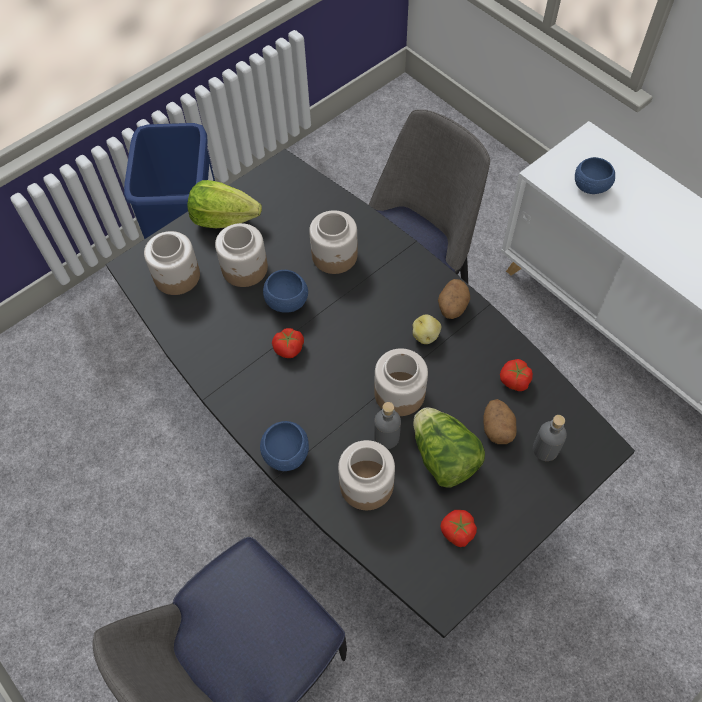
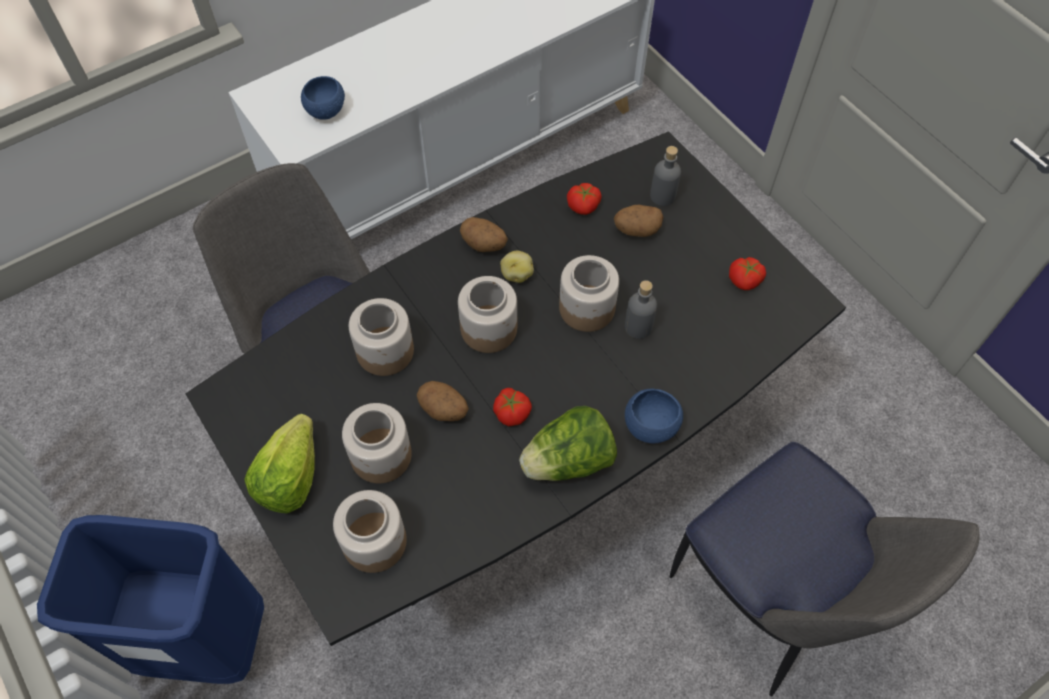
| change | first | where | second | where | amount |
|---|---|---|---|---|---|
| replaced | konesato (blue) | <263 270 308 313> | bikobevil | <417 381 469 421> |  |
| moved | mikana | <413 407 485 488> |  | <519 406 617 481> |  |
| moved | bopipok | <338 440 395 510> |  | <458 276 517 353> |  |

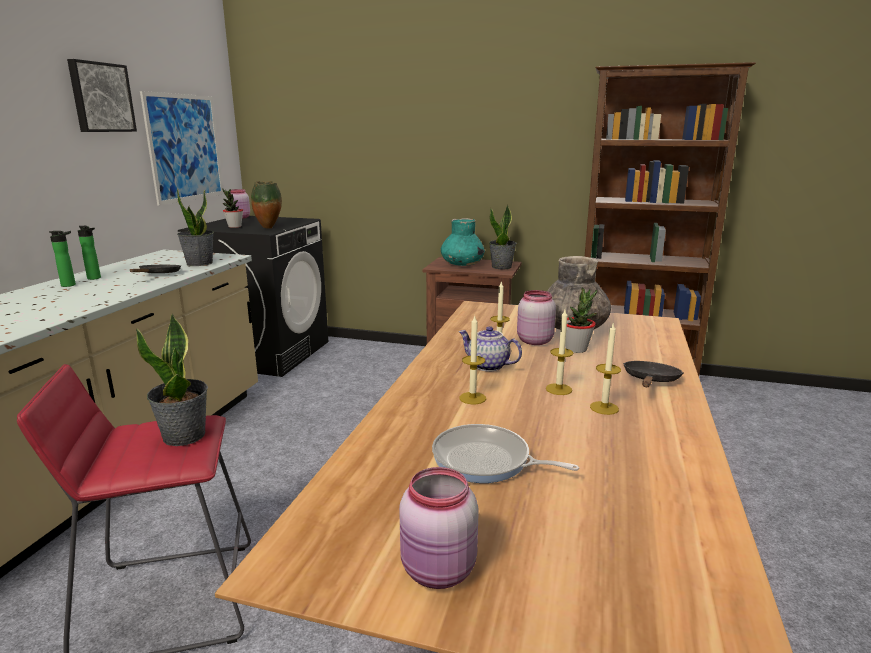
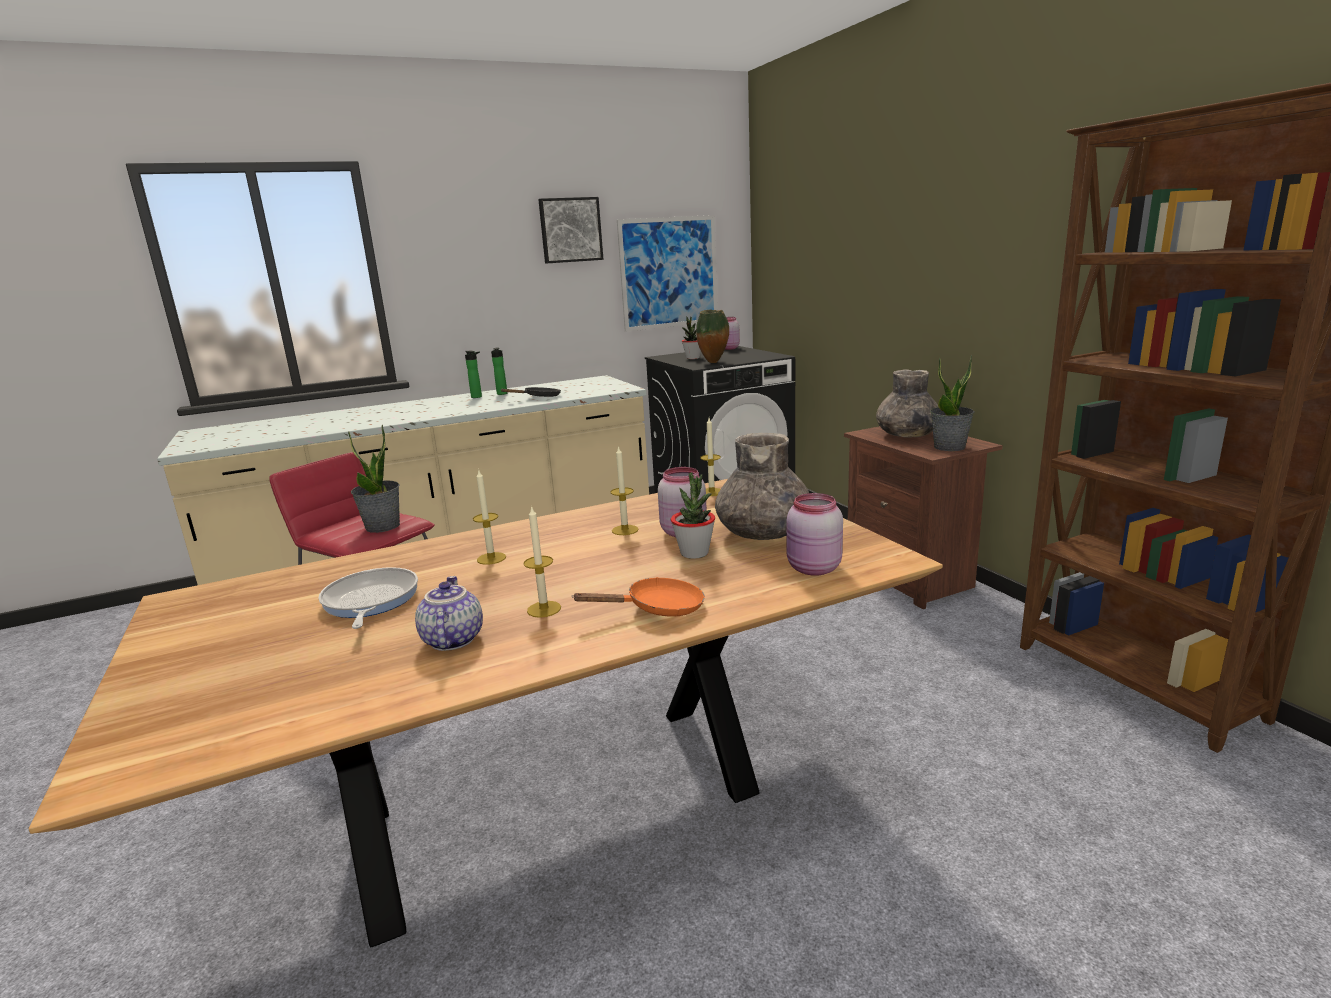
| change | first | where | second | where | amount |
|---|---|---|---|---|---|
| removed | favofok | <177 188 214 266> |  |  |  |
| recoloured | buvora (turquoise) | <441 218 485 266> | buvora (grey) | <876 370 938 438> |  |
| moved | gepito | <546 310 573 395> |  | <700 418 721 496> |  |
| moved | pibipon | <458 326 522 371> |  | <415 576 483 651> |  |
| recoloured | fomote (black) | <623 361 683 387> | fomote (orange) | <572 577 705 617> |  |
| moved | bopipok (pink) | <399 467 479 589> |  | <786 493 843 576> |  |

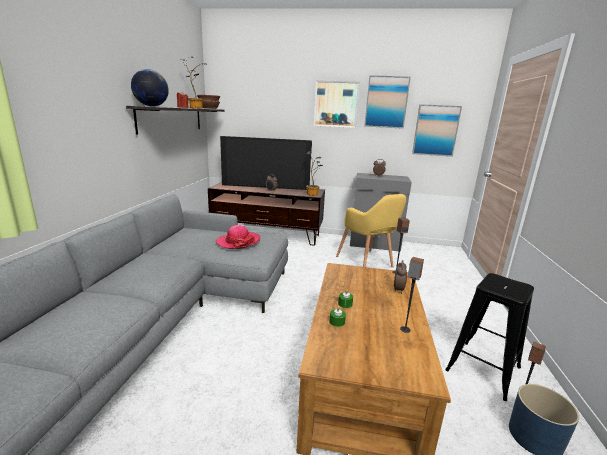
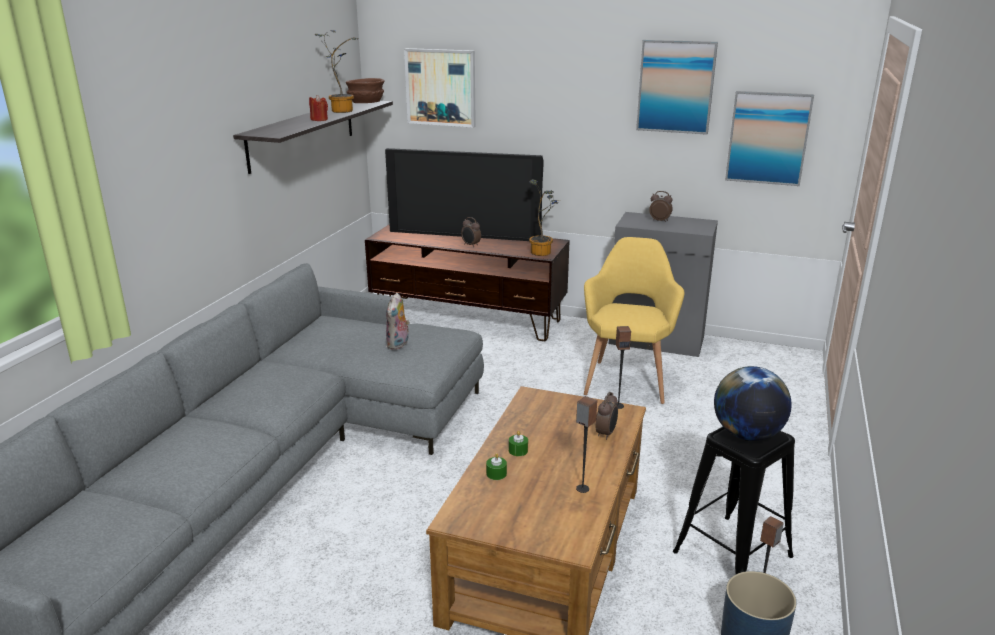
| change | first | where | second | where | amount |
|---|---|---|---|---|---|
| moved | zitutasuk | <131 69 169 107> |  | <714 366 792 441> |  |
| moved | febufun | <314 80 360 128> |  | <404 48 476 128> |  |
| turned | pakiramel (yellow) | <336 194 406 268> |  | <584 237 685 404> | 150 degrees counterclockwise |
| replaced | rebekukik | <216 225 260 249> | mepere | <386 293 410 350> |  |

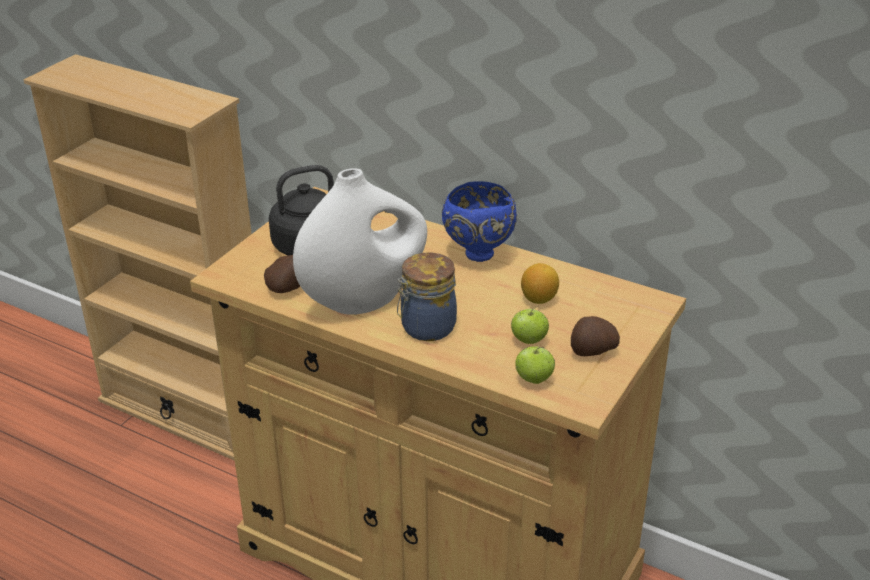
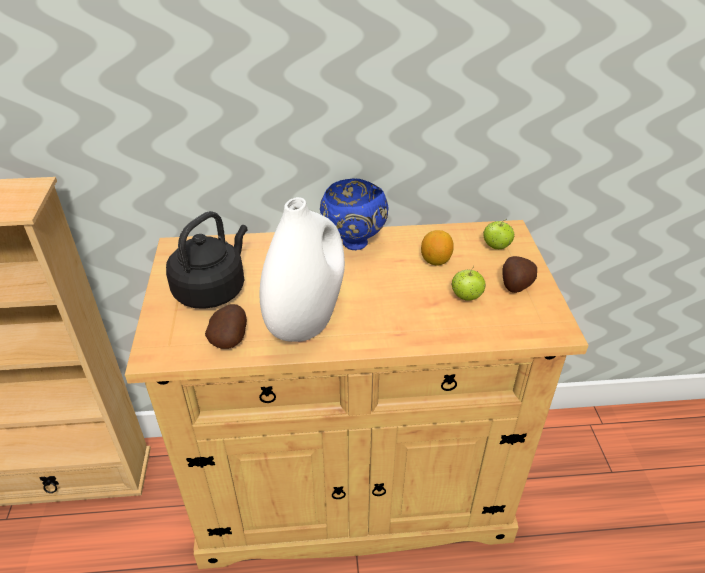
| change | first | where | second | where | amount |
|---|---|---|---|---|---|
| removed | bopipok | <397 252 457 341> |  |  |  |
| moved | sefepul | <515 346 555 384> |  | <483 219 514 249> |  |

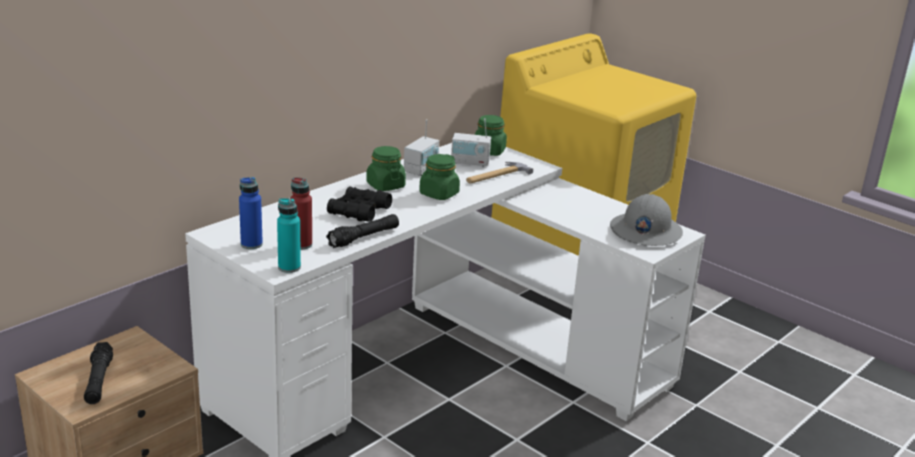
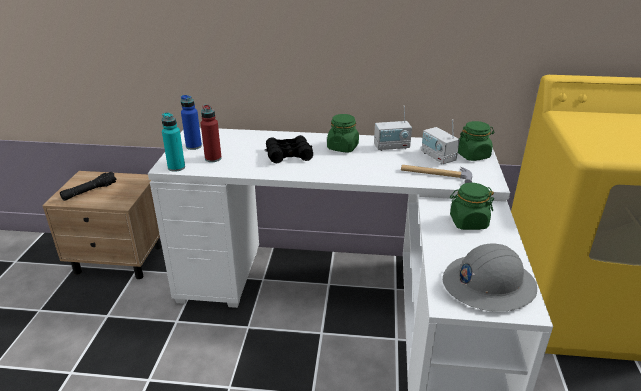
| change | first | where | second | where | amount |
|---|---|---|---|---|---|
| moved | bopipok (green) | <419 154 460 200> |  | <450 183 494 230> |  |
| removed | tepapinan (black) | <326 214 399 248> |  |  |  |

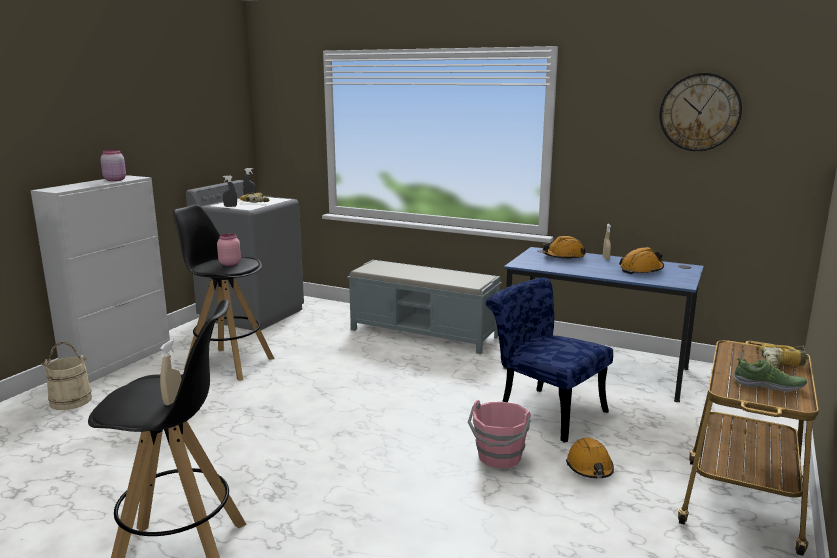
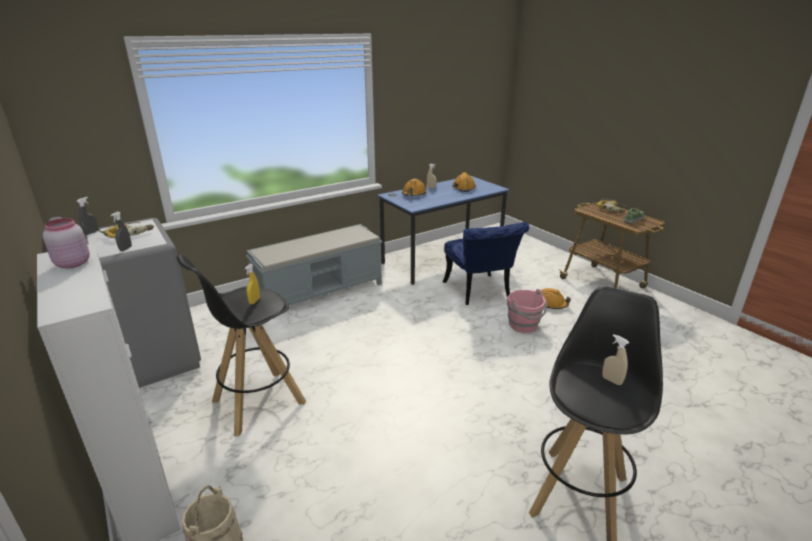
| change | first | where | second | where | amount |
|---|---|---|---|---|---|
| removed | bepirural | <659 73 742 151> |  |  |  |
| replaced | bopipok (pink) | <217 234 241 266> | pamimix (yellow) | <245 264 260 304> |  |
| turned | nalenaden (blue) | <486 277 613 443> |  | <443 222 529 305> | 90 degrees counterclockwise |

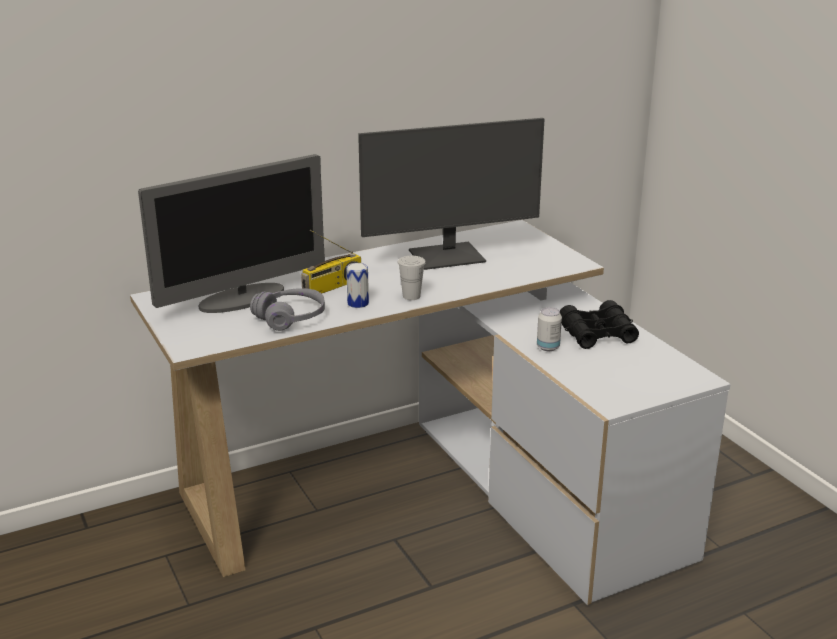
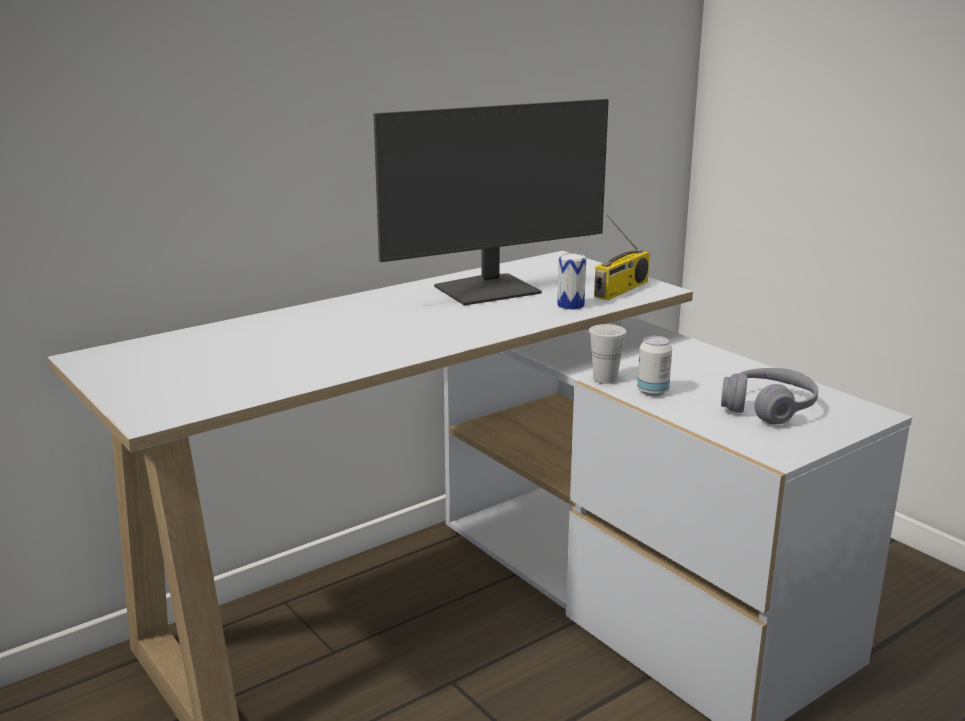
| change | first | where | second | where | amount |
|---|---|---|---|---|---|
| removed | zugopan | <138 154 325 313> |  |  |  |
| moved | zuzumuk | <301 230 361 294> |  | <594 214 650 300> |  |
| moved | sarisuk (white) | <398 256 426 300> |  | <589 324 627 384> |  |
| moved | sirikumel | <346 263 369 308> |  | <558 253 586 310> |  |
| moved | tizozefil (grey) | <250 288 325 331> |  | <721 368 818 424> |  |
| removed | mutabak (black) | <560 300 639 349> |  |  |  |

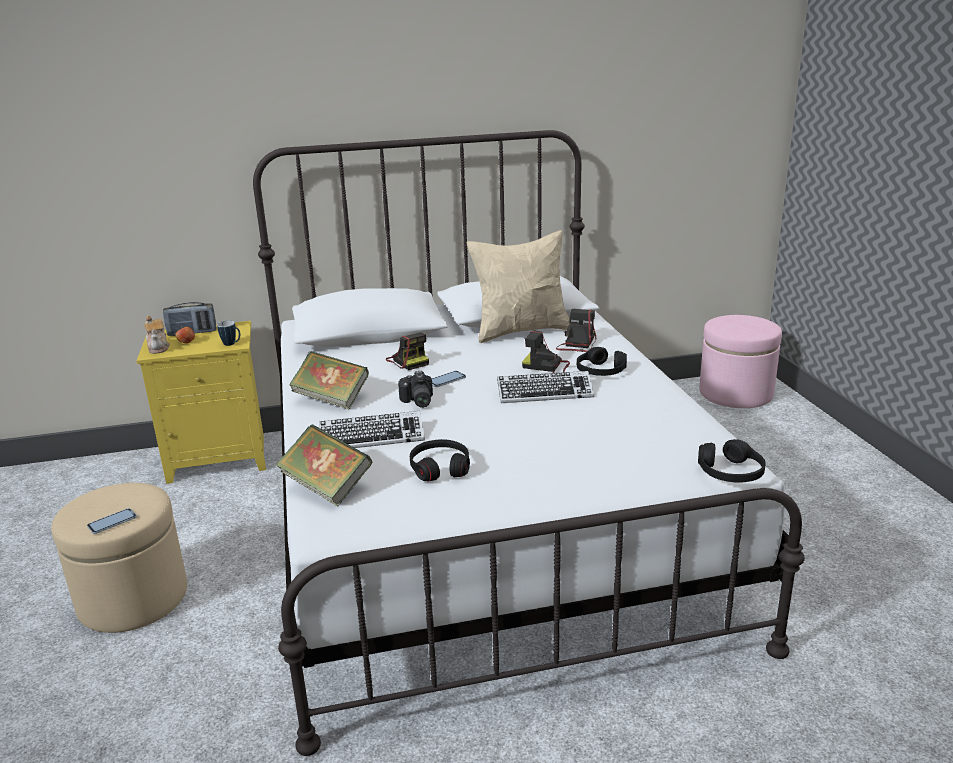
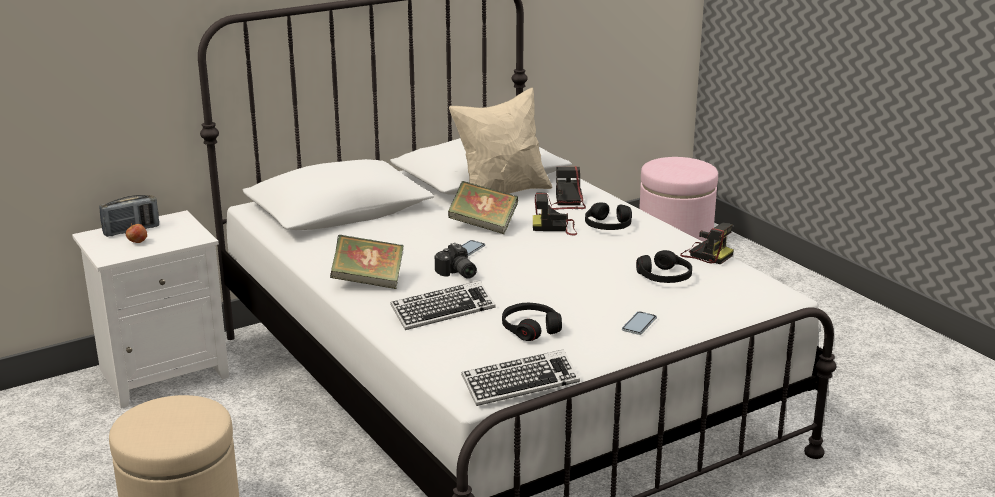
| change | first | where | second | where | amount |
|---|---|---|---|---|---|
| removed | pibipon | <145 315 170 354> |  |  |  |
| recoloured | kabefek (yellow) | <137 321 266 484> | kabefek (white) | <72 210 229 408> |  |
| removed | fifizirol | <217 321 240 346> |  |  |  |
| moved | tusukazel | <386 332 429 370> |  | <680 223 734 264> |  |
| moved | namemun | <497 371 594 403> |  | <461 349 580 406> |  |
| moved | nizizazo | <276 425 372 507> |  | <448 181 518 234> |  |
| moved | tizozefil (black) | <698 439 766 483> |  | <636 250 692 283> |  |
| moved | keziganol | <87 508 137 534> |  | <622 311 657 335> |  |

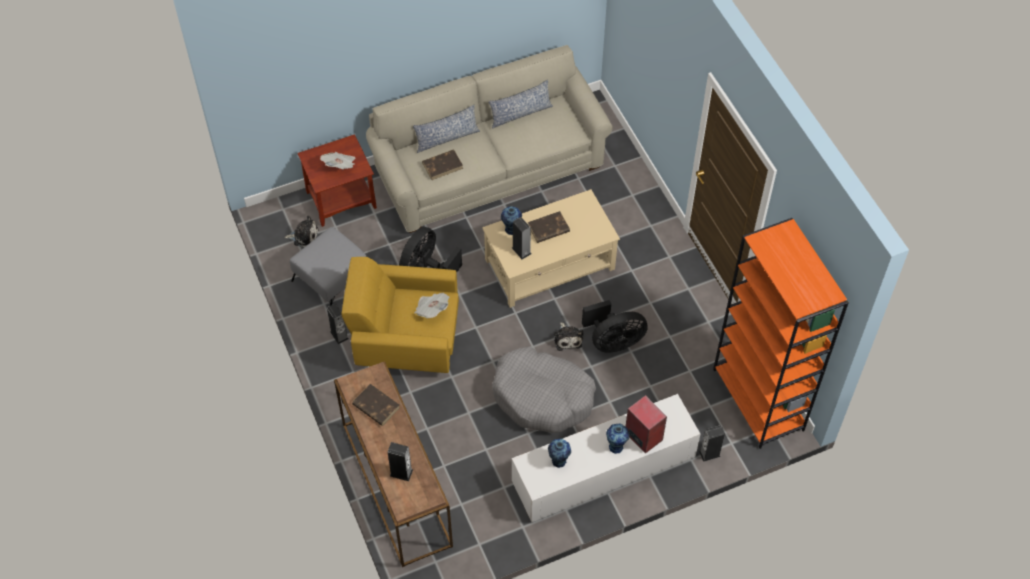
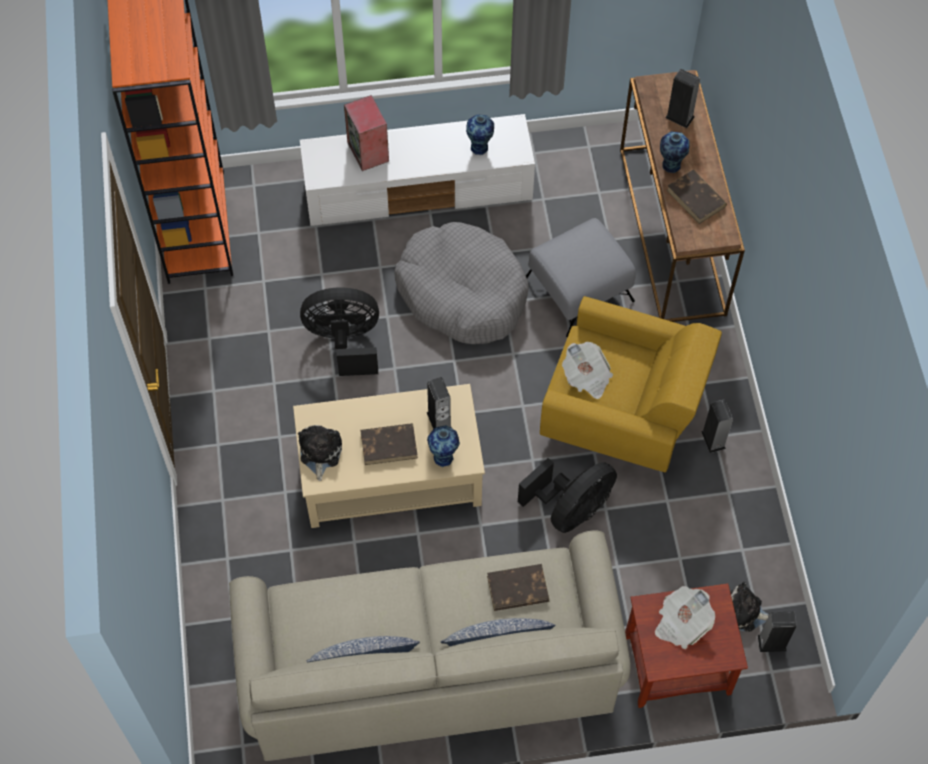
| change | first | where | second | where | amount |
|---|---|---|---|---|---|
| moved | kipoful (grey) | <290 227 367 306> |  | <526 218 636 337> |  |
| moved | mepere | <554 322 583 351> |  | <298 425 342 481> |  |
| moved | buvora | <606 423 629 454> |  | <660 132 689 173> |  |
| moved | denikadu | <699 425 725 462> |  | <758 612 797 652> |  |

